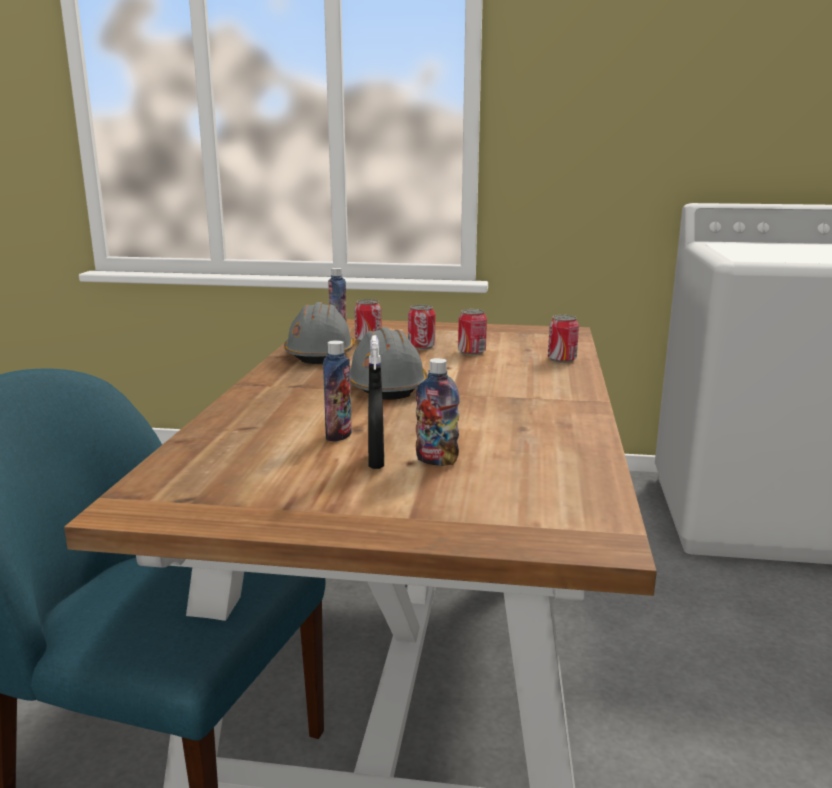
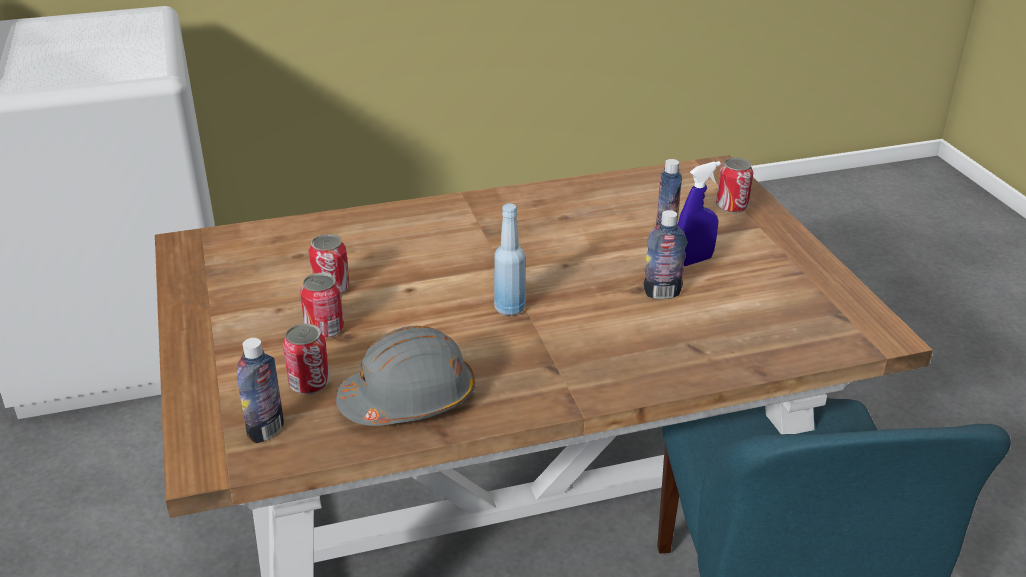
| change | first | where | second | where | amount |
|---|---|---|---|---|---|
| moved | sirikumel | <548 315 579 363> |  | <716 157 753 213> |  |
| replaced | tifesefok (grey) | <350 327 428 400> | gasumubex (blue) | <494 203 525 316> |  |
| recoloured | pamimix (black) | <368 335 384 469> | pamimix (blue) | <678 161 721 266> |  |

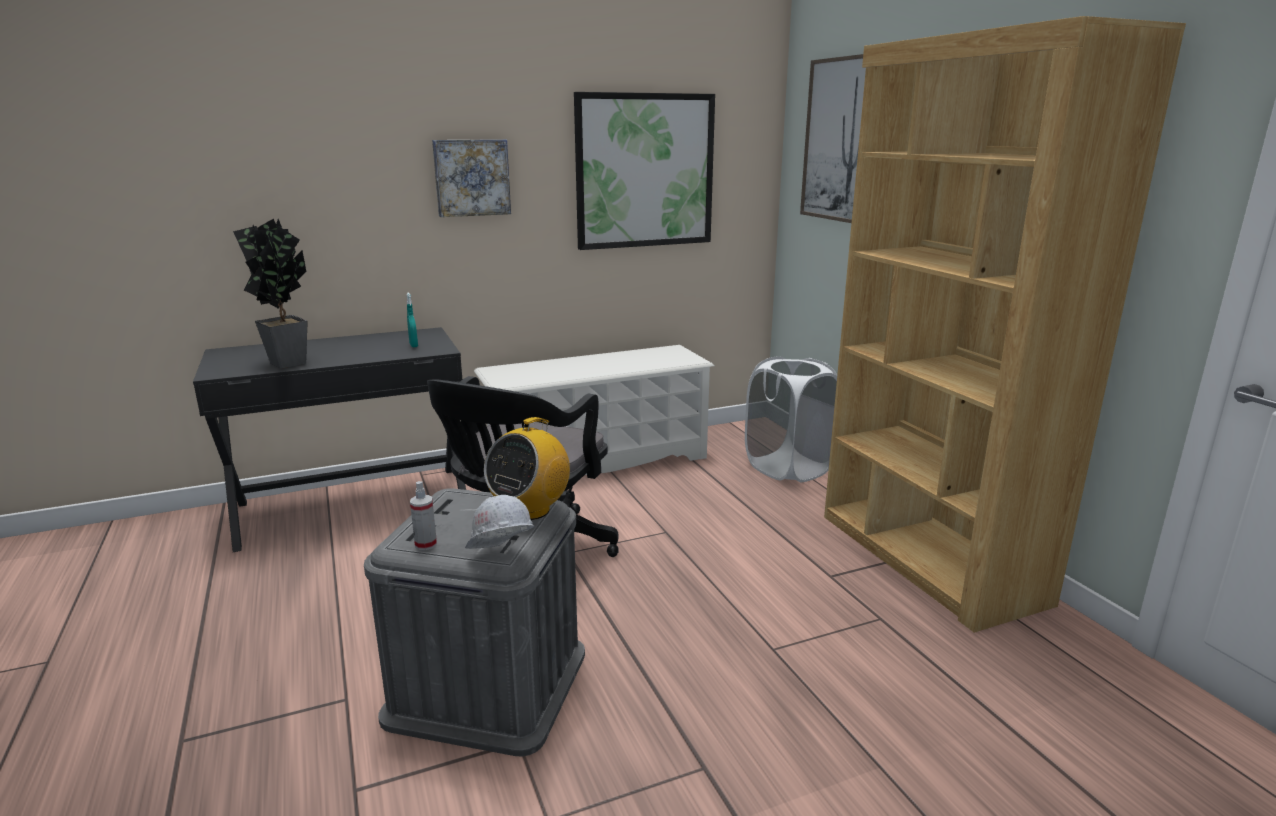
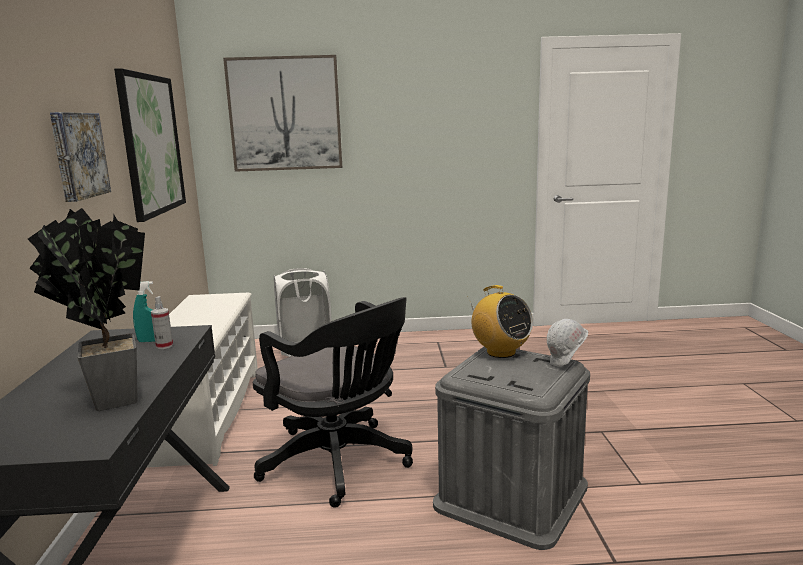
| change | first | where | second | where | amount |
|---|---|---|---|---|---|
| removed | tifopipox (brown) | <824 16 1186 633> |  |  |  |
| moved | pamimix | <410 481 437 550> |  | <151 296 173 349> |  |

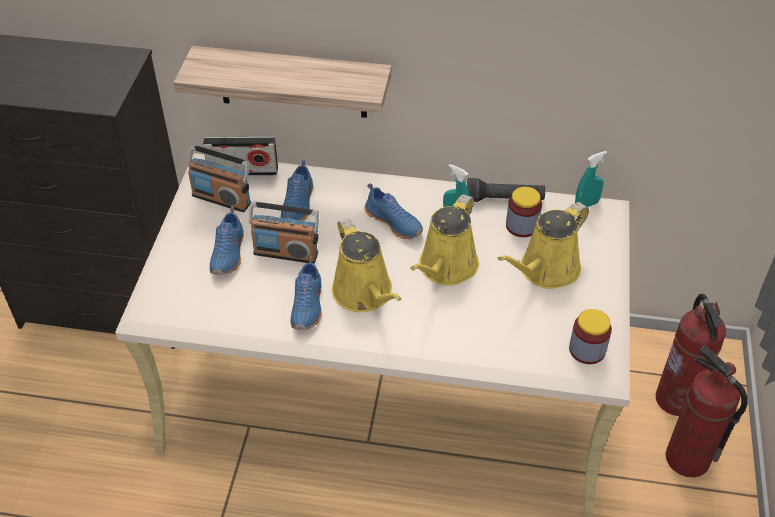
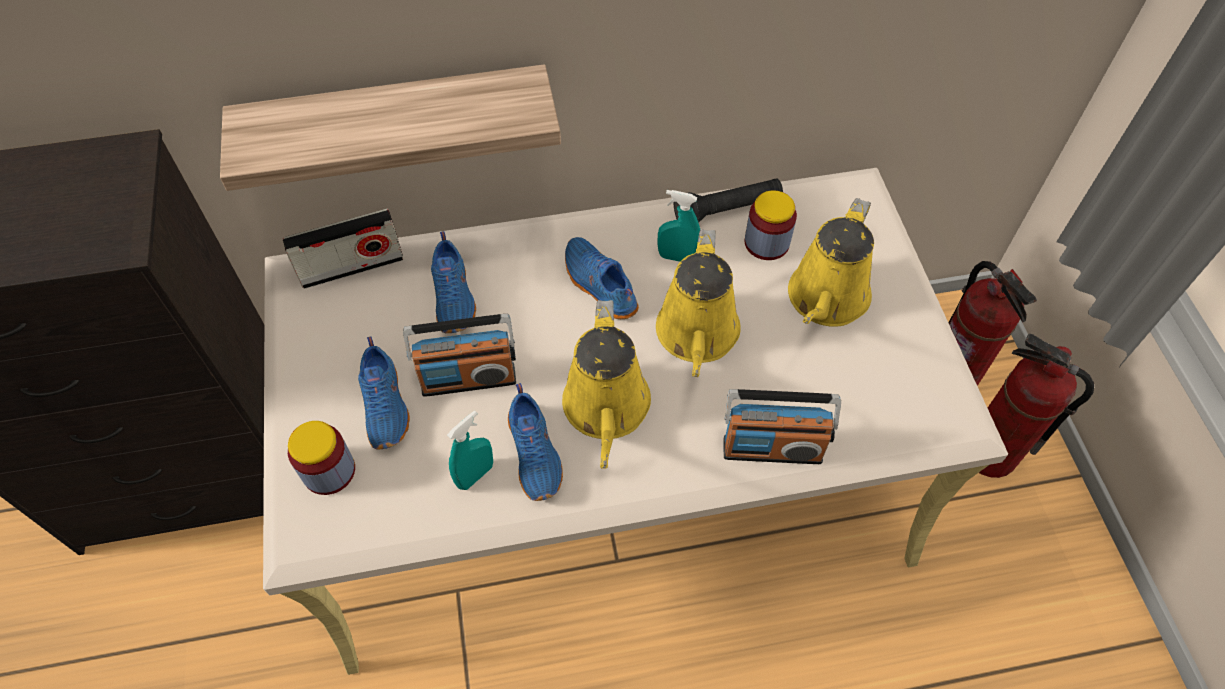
| change | first | where | second | where | amount |
|---|---|---|---|---|---|
| moved | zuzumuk | <187 145 251 212> |  | <724 389 841 464> |  |
| moved | pamimix (turquoise) | <575 151 607 207> |  | <447 410 493 490> |  |
| turned | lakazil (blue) | <364 183 423 239> |  | <565 237 639 319> | 150 degrees counterclockwise |
| turned | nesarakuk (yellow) | <332 218 401 312> |  | <562 300 651 469> | 45 degrees clockwise |
| moved | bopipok | <569 309 612 364> |  | <288 421 355 495> |  |

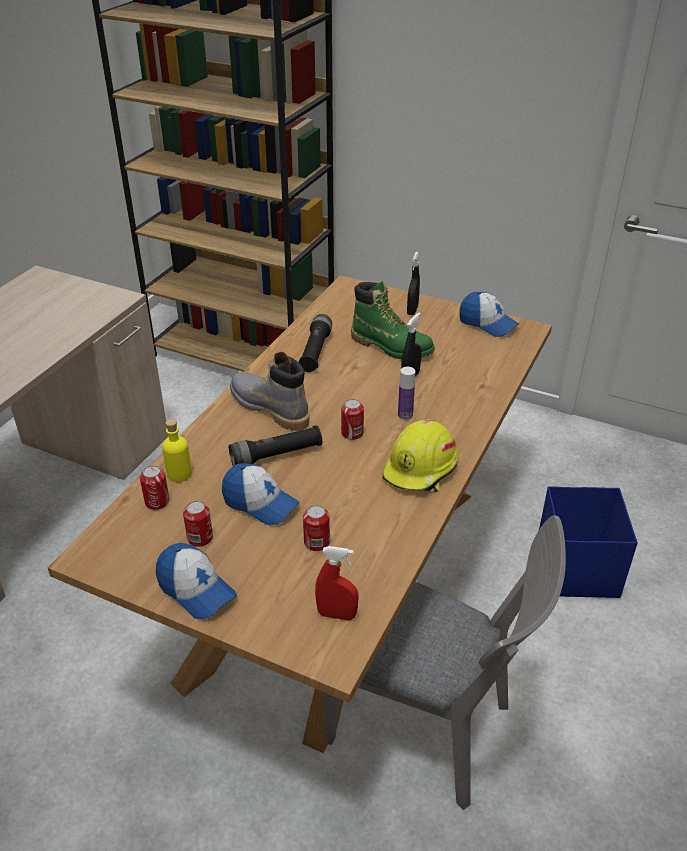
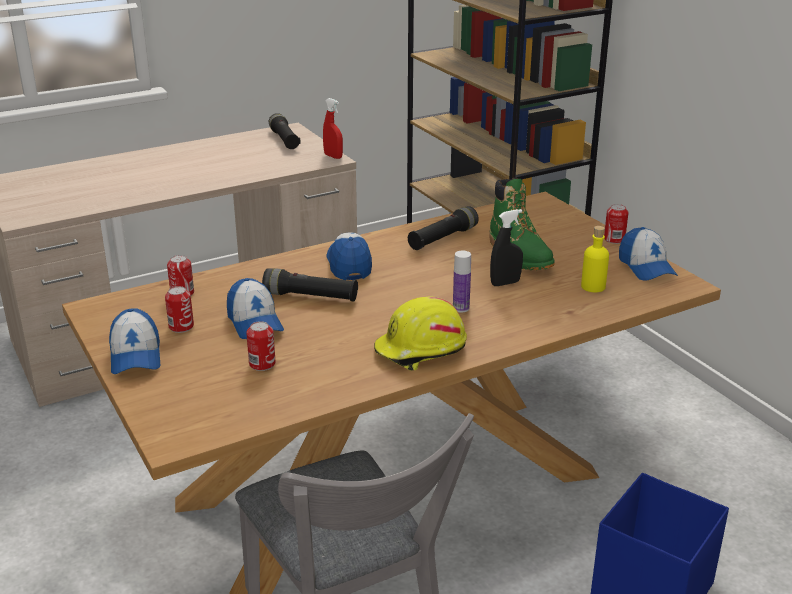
| change | first | where | second | where | amount |
|---|---|---|---|---|---|
| removed | pamimix (black) | <407 252 420 315> |  |  |  |
| replaced | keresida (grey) | <230 352 310 431> | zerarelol | <327 233 372 280> |  |
| moved | sirikumel | <341 399 364 440> |  | <604 204 628 244> |  |
| moved | gasumubex (yellow) | <162 419 192 482> |  | <581 226 609 292> |  |
| moved | pamimix (red) | <315 546 359 620> |  | <323 98 343 159> |  |
| added |  |  | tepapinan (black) | <269 113 301 149> |  |

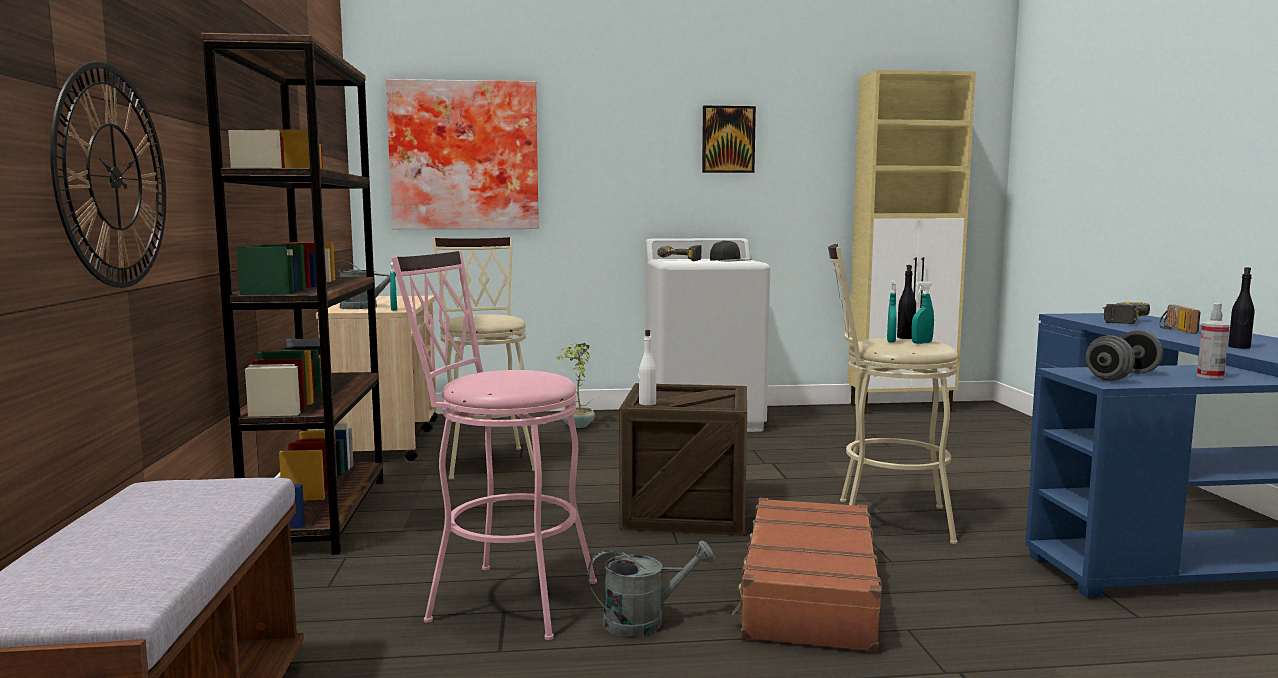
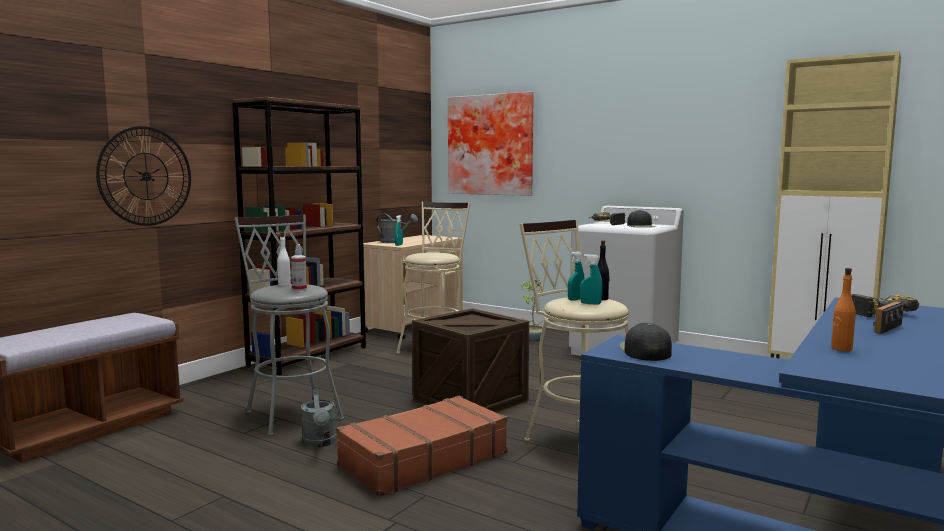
| change | first | where | second | where | amount |
|---|---|---|---|---|---|
| removed | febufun | <702 106 756 173> |  |  |  |
| recoloured | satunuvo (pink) | <391 251 597 640> | satunuvo (grey) | <234 214 344 436> |  |
| recoloured | gasumubex (black) | <1228 267 1254 349> | gasumubex (orange) | <831 268 856 352> |  |
| moved | pamimix | <1197 303 1230 379> |  | <291 244 307 291> |  |
| moved | gasumubex (white) | <638 330 656 405> |  | <277 232 291 286> |  |
| replaced | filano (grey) | <1086 330 1163 381> | zerarelol (black) | <620 323 672 361> |  |
| turned | nesarakuk (grey) | <588 540 715 637> |  | <301 390 336 447> | 45 degrees clockwise |

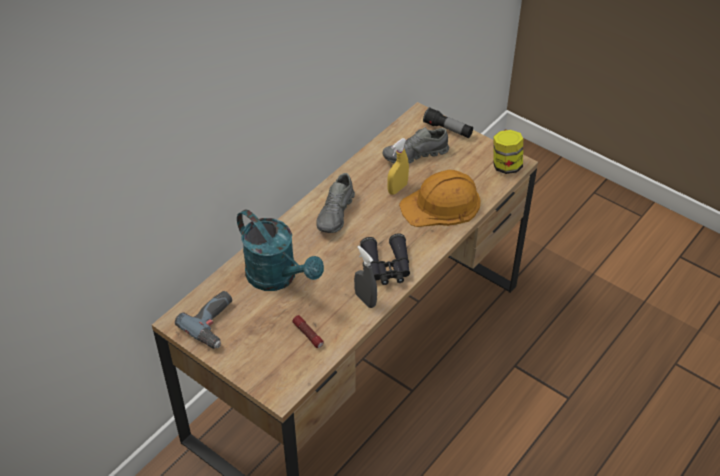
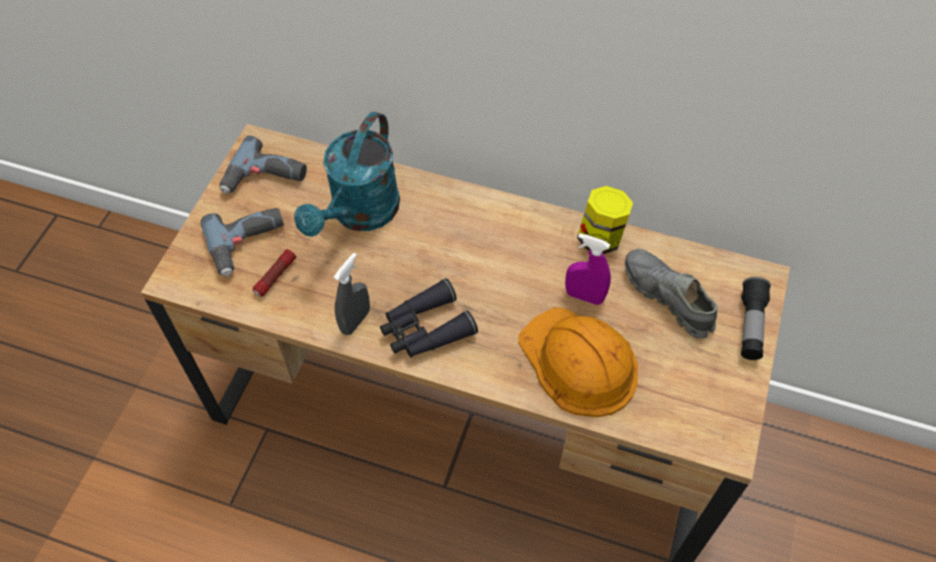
| change | first | where | second | where | amount |
|---|---|---|---|---|---|
| moved | bopipok | <494 130 523 174> |  | <577 186 633 254> |  |
| recoloured | pamimix (yellow) | <387 138 409 195> | pamimix (purple) | <565 233 611 305> |  |
| removed | lakazil (grey) | <316 173 355 233> |  |  |  |
| added |  |  | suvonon | <201 208 284 277> |  |

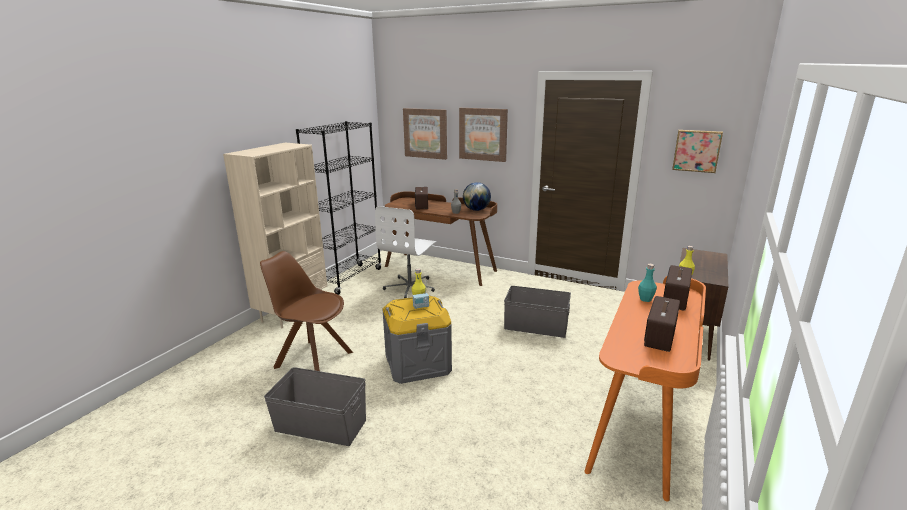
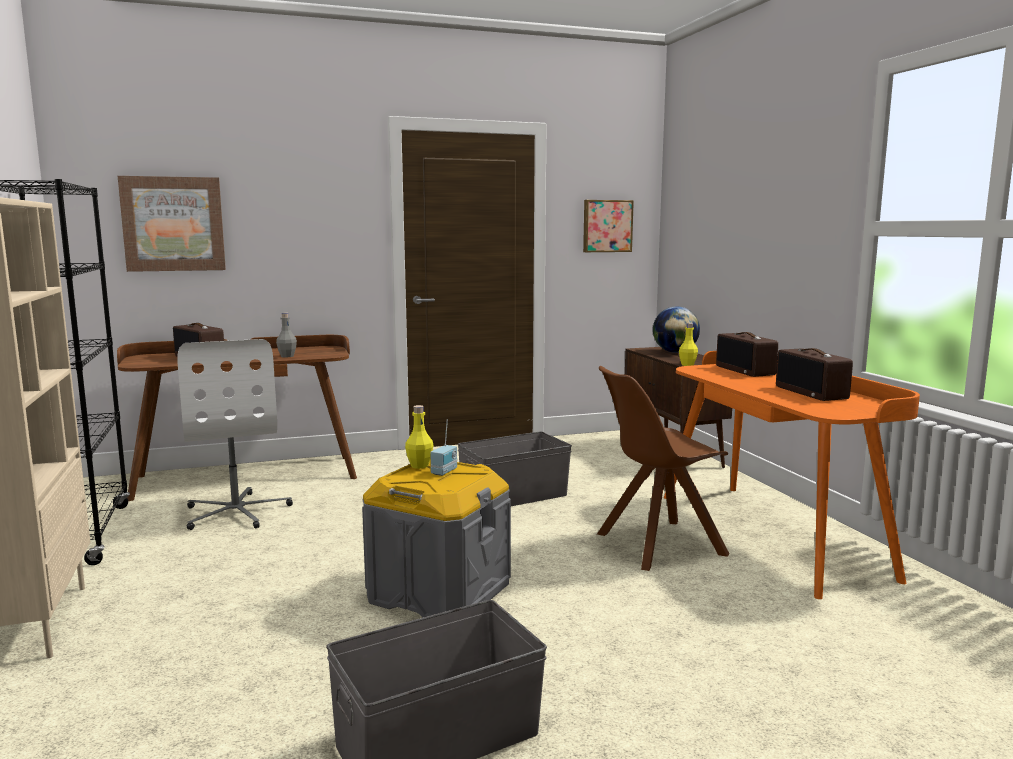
| change | first | where | second | where | amount |
|---|---|---|---|---|---|
| removed | febufun | <459 108 508 162> |  |  |  |
| moved | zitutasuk | <463 182 491 211> |  | <653 306 700 353> |  |
| moved | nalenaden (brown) | <260 251 353 371> |  | <597 366 729 571> |  |
| removed | gasumubex (turquoise) | <638 264 657 302> |  |  |  |

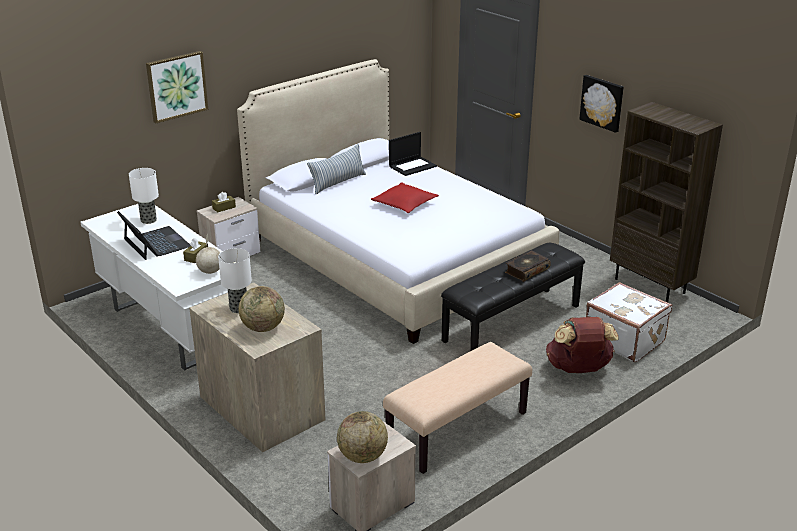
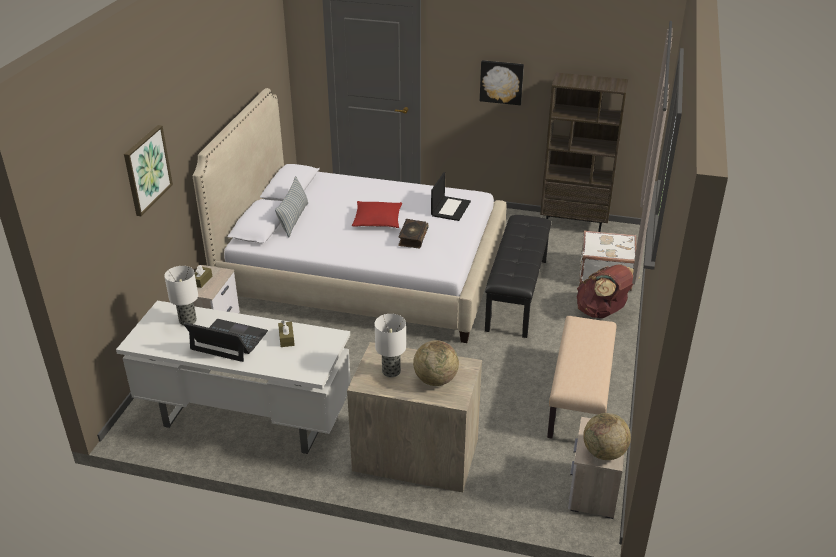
| change | first | where | second | where | amount |
|---|---|---|---|---|---|
| moved | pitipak | <389 132 437 176> |  | <431 172 471 221> |  |
| removed | zitutasuk | <196 233 220 274> |  |  |  |
| moved | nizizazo | <505 250 551 282> |  | <398 219 429 248> |  |

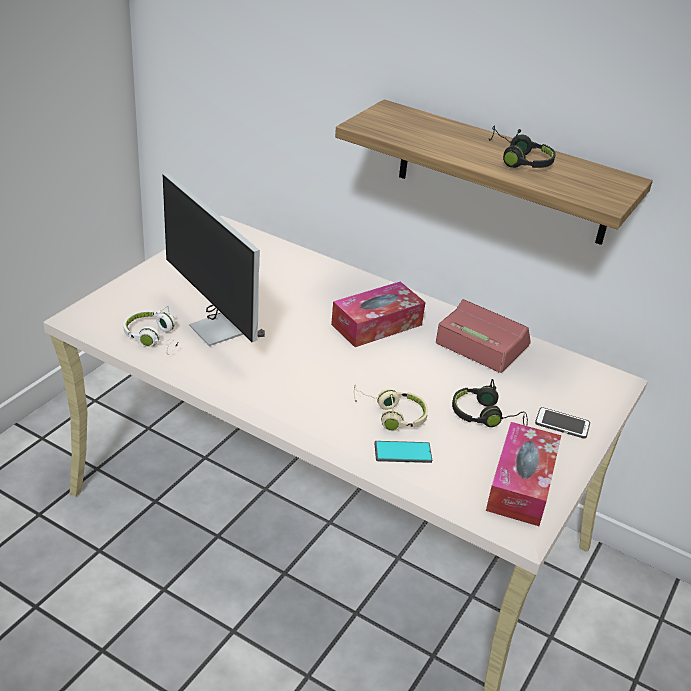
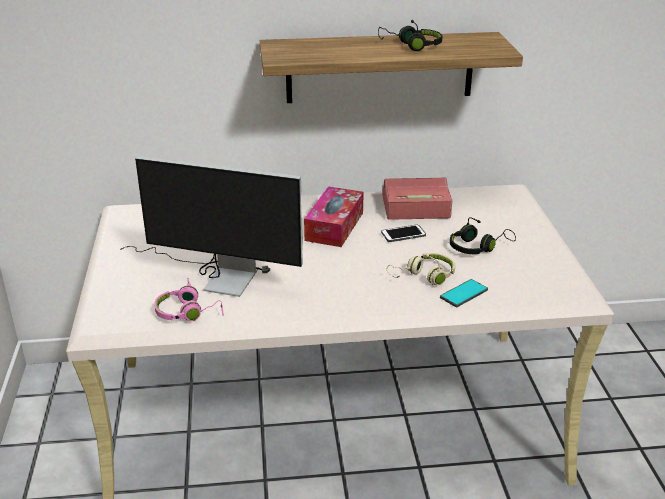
| change | first | where | second | where | amount |
|---|---|---|---|---|---|
| recoloured | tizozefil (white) | <123 306 178 355> | tizozefil (pink) | <154 278 224 321> |  |
| moved | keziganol | <535 407 590 438> |  | <381 225 426 242> |  |
| removed | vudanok | <486 422 561 526> |  |  |  |

